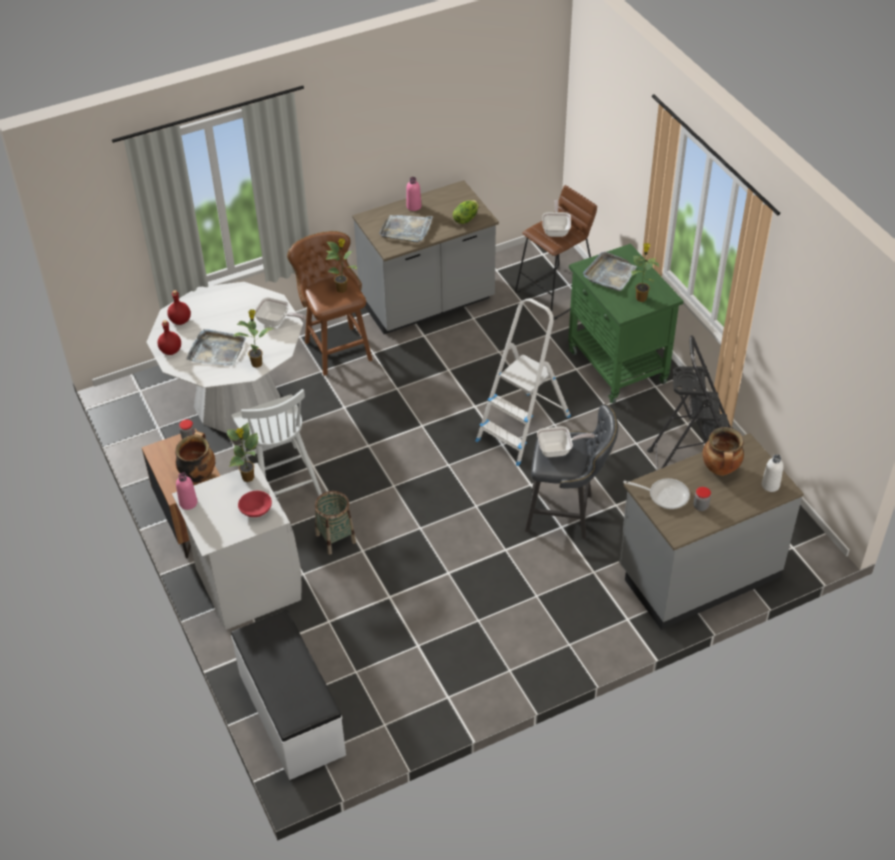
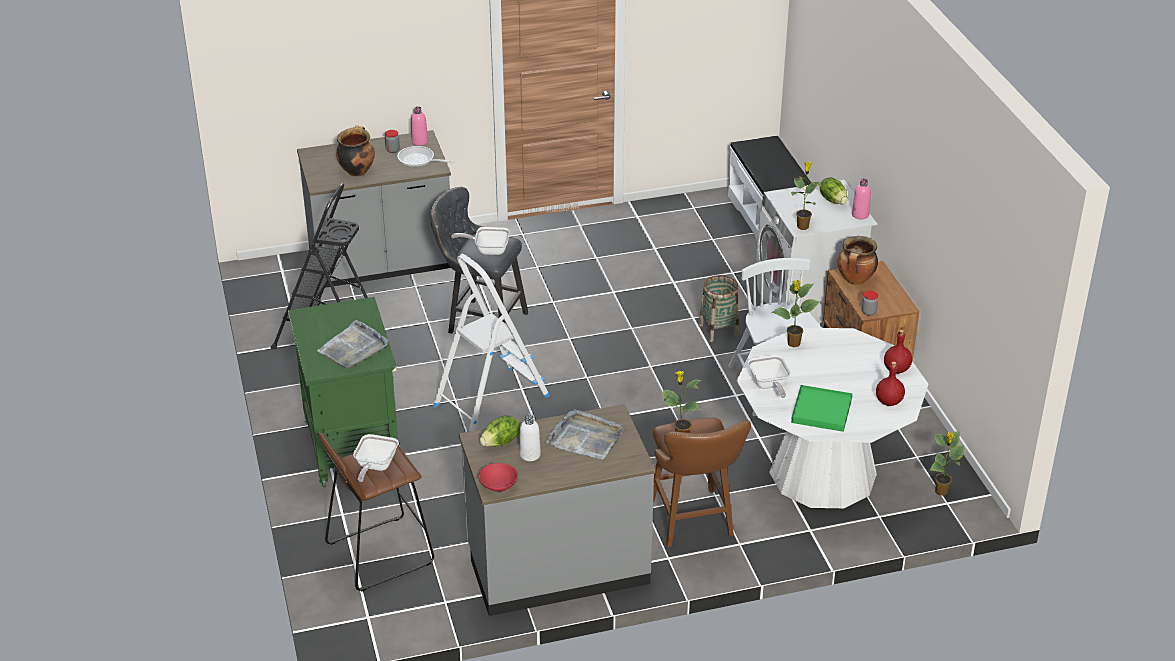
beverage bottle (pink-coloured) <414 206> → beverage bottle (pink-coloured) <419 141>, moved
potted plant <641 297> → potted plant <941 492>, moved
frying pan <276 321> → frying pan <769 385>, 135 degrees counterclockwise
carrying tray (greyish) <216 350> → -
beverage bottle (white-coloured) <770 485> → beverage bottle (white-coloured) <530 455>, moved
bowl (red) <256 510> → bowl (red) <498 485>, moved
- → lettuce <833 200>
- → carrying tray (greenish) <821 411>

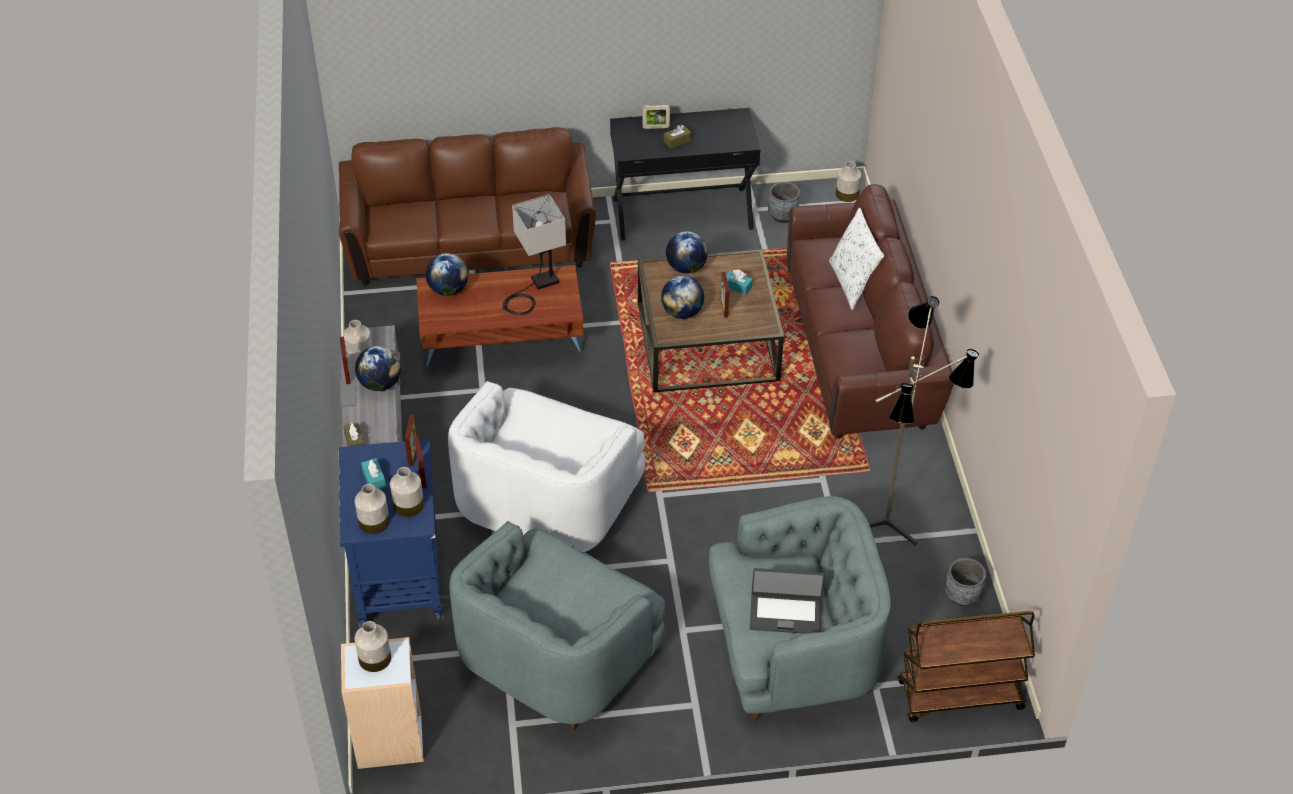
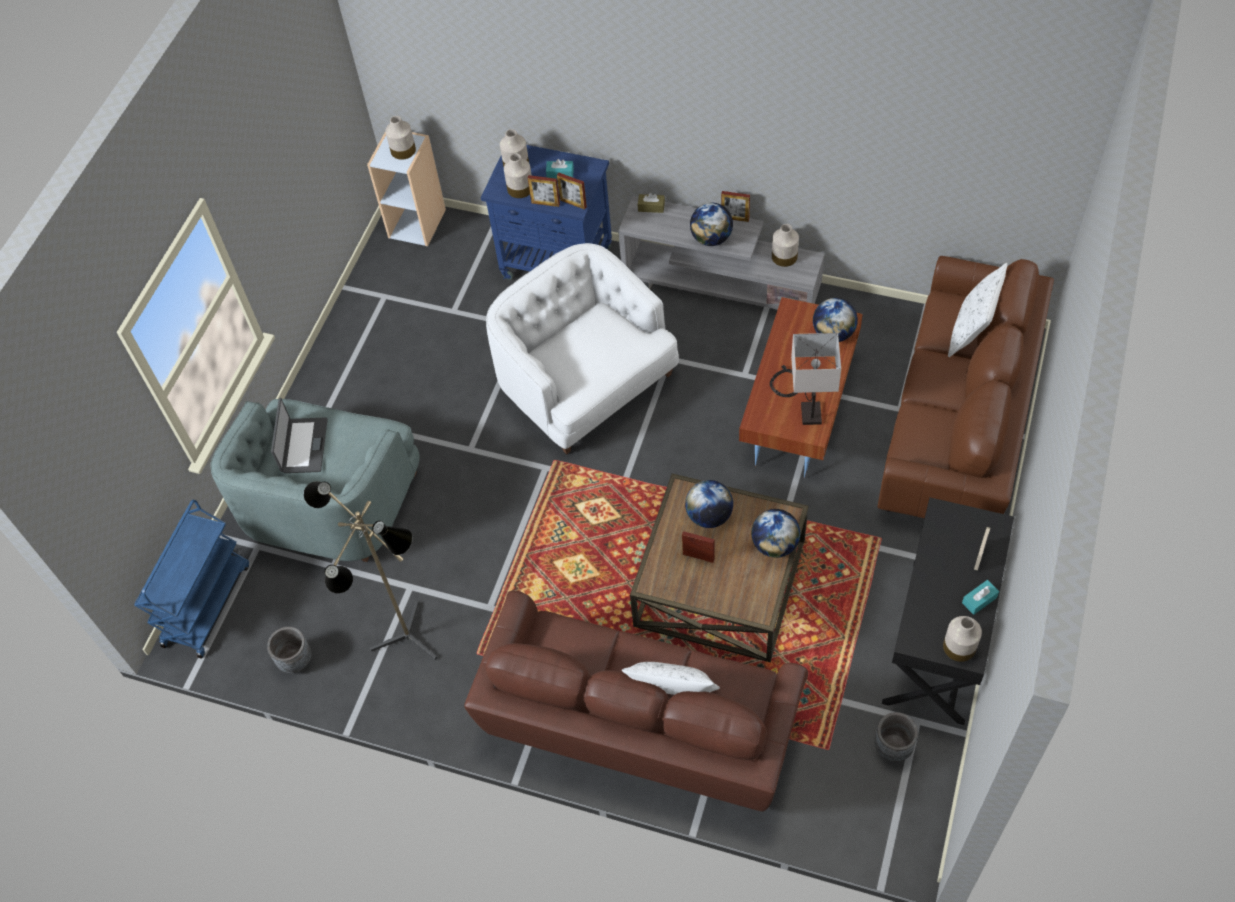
tissue box (brown-coloured) <677 141> → -
flower vase (sand-coloured) <847 194> → flower vase (sand-coloured) <960 646>, moved
tissue box (blue-green) <737 286> → tissue box (blue-green) <979 600>, moved
lounge chair (greyish) <557 655> → -
notebook computer <785 613> → notebook computer <303 446>, 150 degrees clockwise
wheeled cart (brown-coloured) <959 696> → wheeled cart (bluish) <206 604>
- → pillow (white-coloured) <972 332>

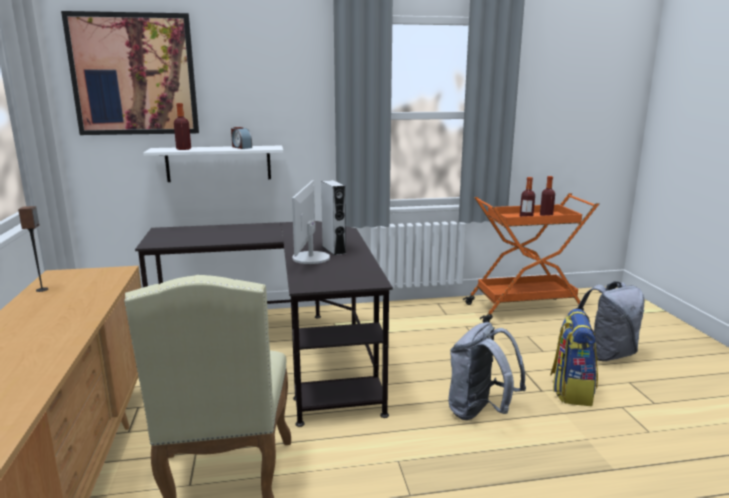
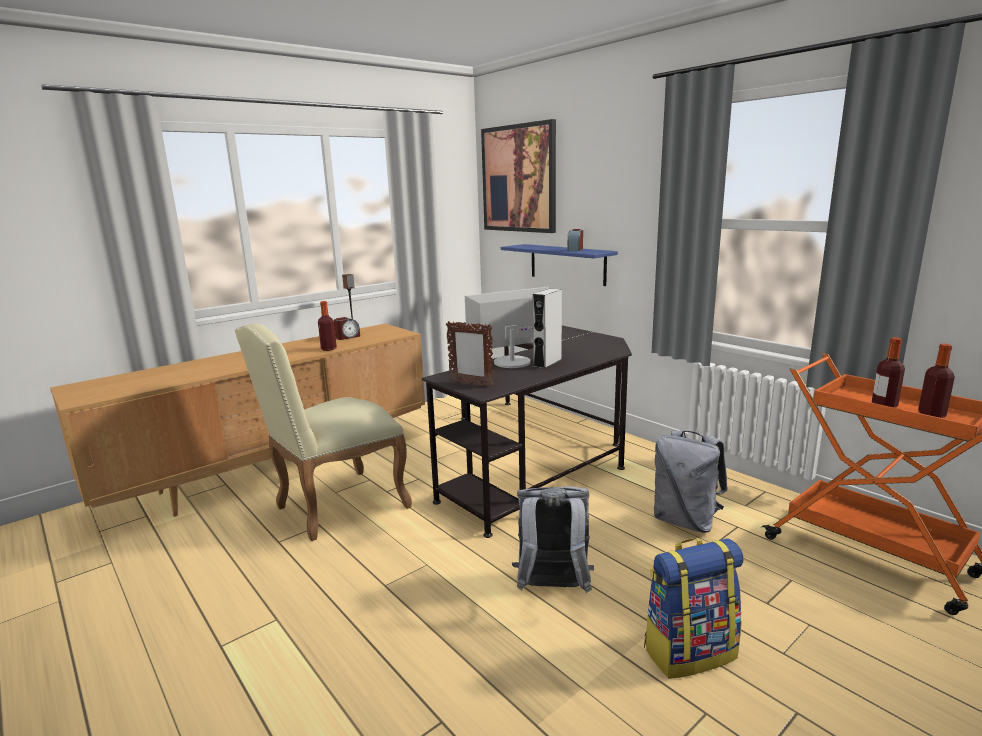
beverage bottle <183 149> → beverage bottle <329 349>, moved
bracket shelf (white-coloured) <218 163> → bracket shelf (bluish) <567 264>
backpack (greyish) <606 354> → backpack (greyish) <685 521>, moved
- → alarm clock <347 337>
- → picture frame <471 383>

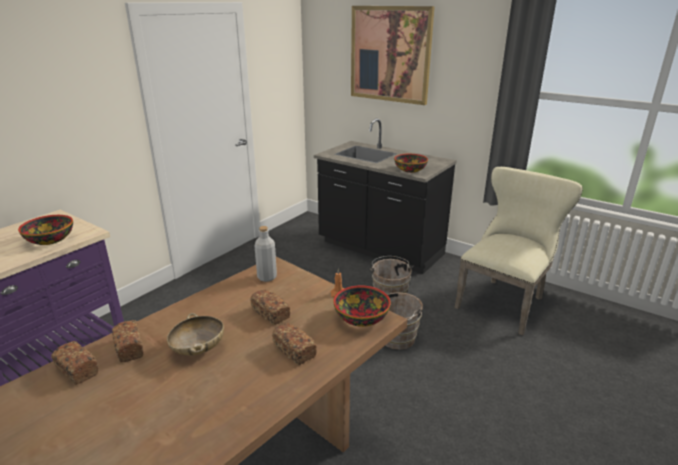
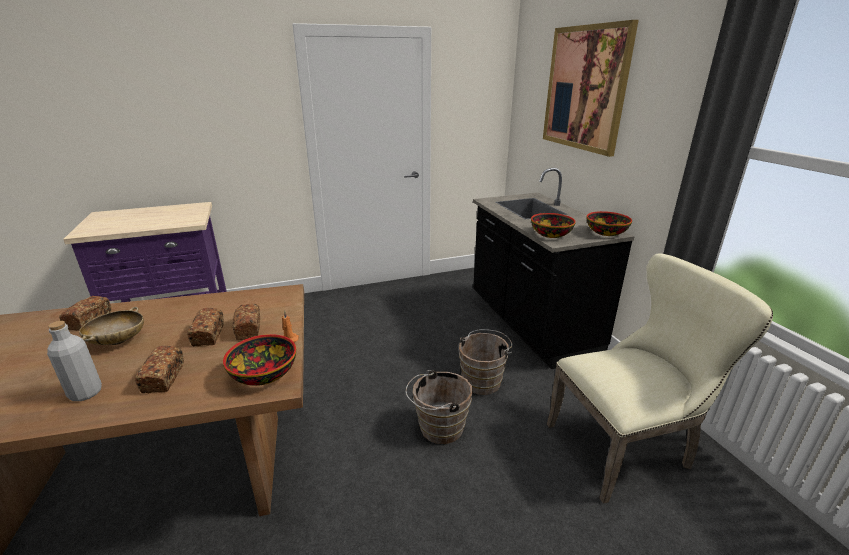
bowl <51 239> → bowl <606 232>, moved
beverage bottle (greyish) <267 277> → beverage bottle (greyish) <85 393>, moved
bakery bread <77 370> → bakery bread <248 329>, moved

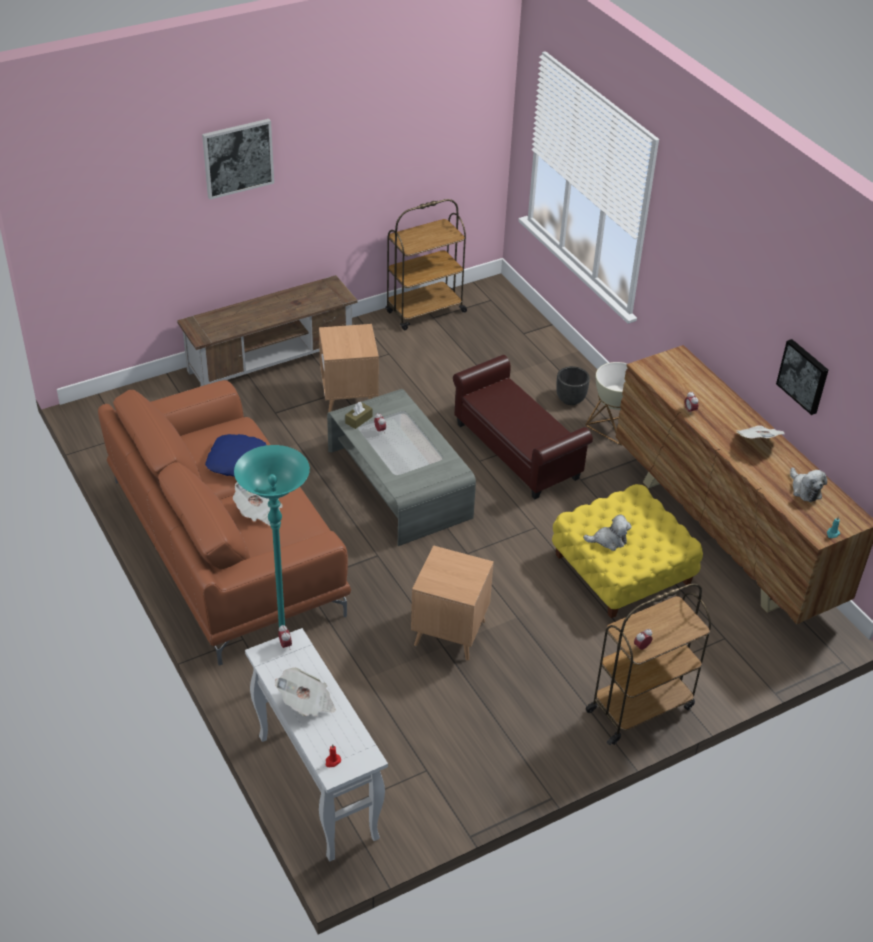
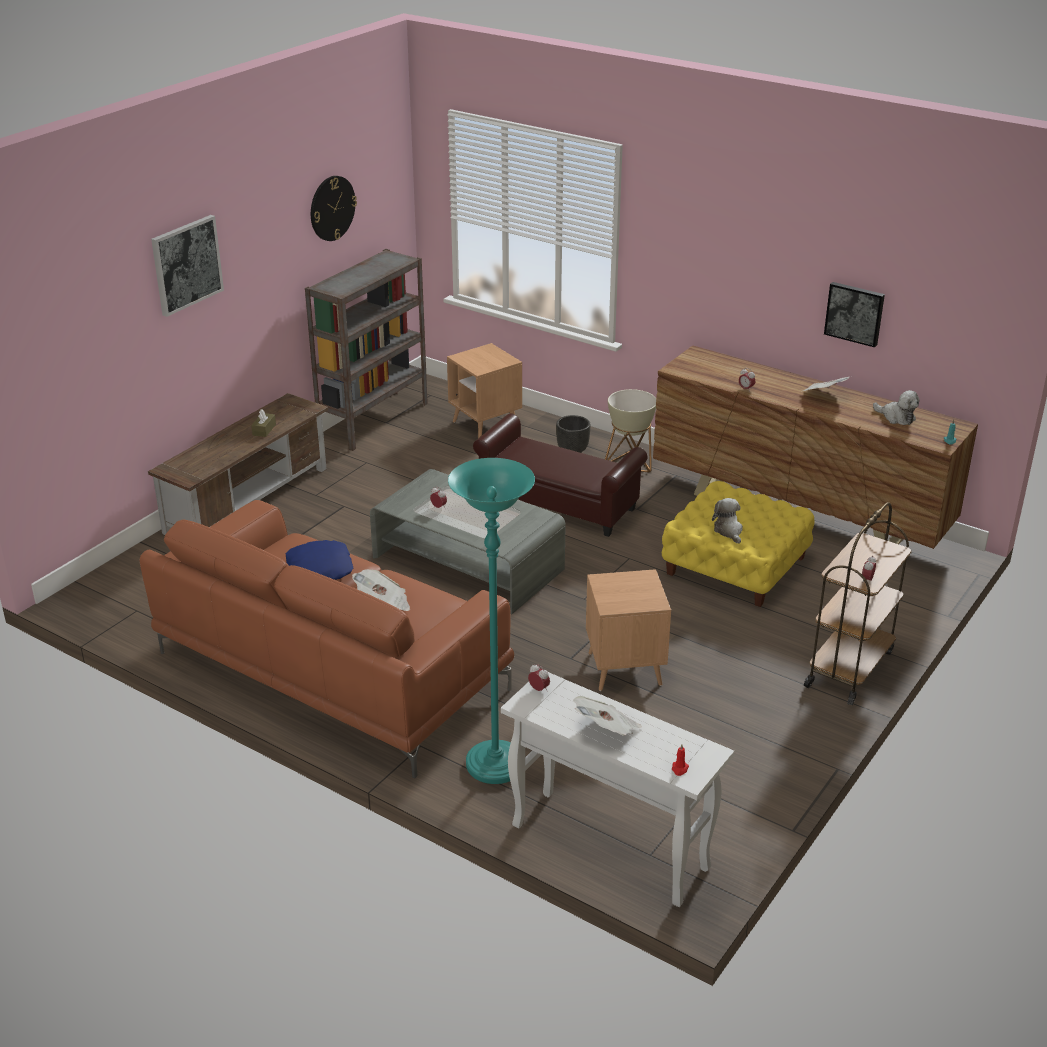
wheeled cart (brown-coloured) <424 312> → bookcase (greyish) <373 420>
end table (brown-coloured) <349 399> → end table (brown-coloured) <485 425>, moved
tissue box (brown-coloured) <358 420> → tissue box (brown-coloured) <264 430>, moved
plush toy <609 540> → plush toy <729 531>, 75 degrees counterclockwise
- → hanging clock <332 208>

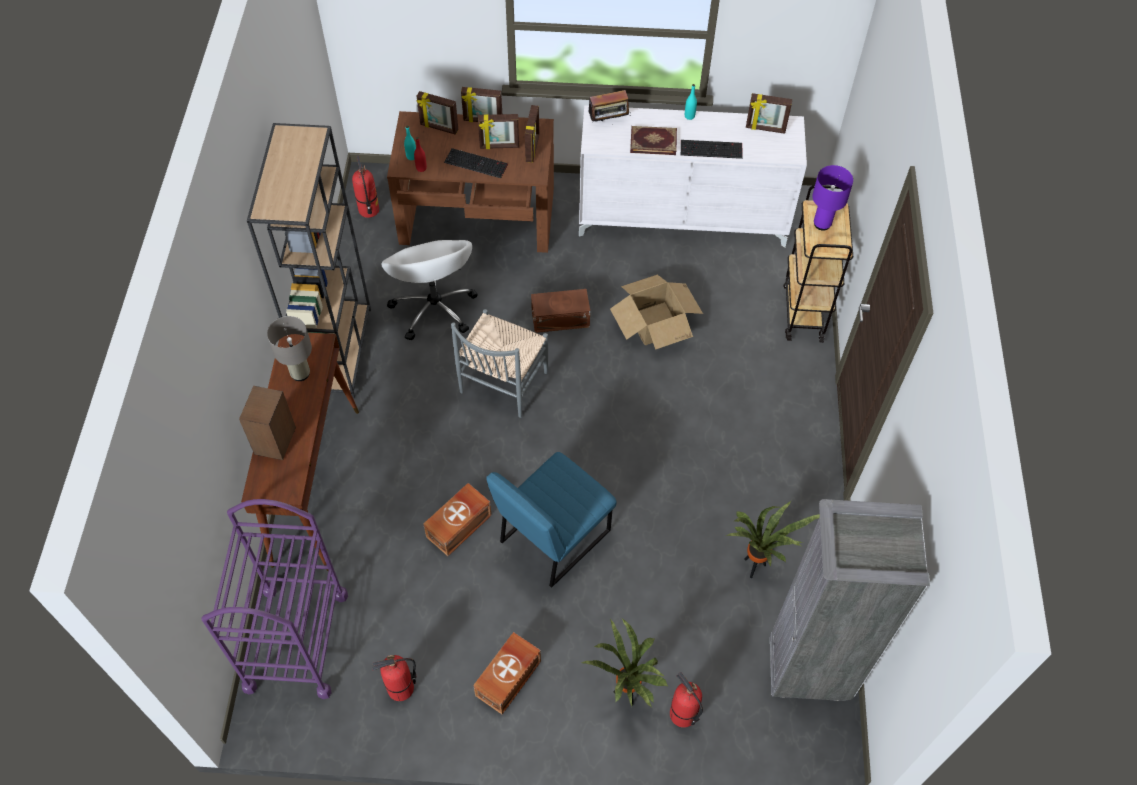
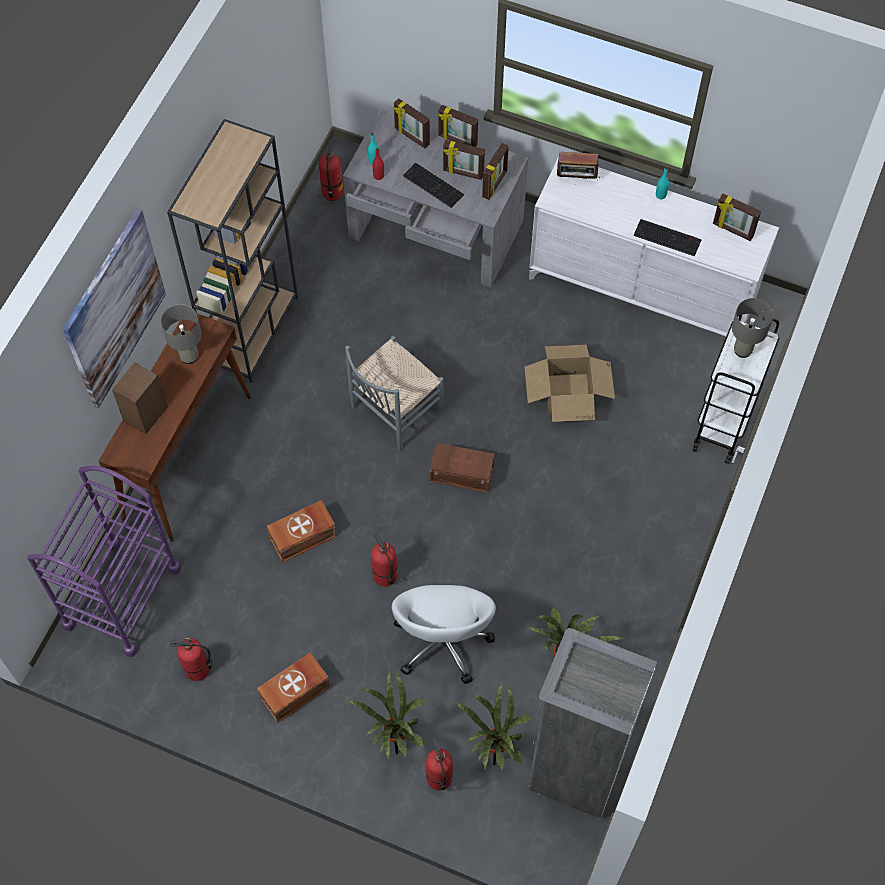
desk unit (brown-coloured) <478 223> → desk unit (greyish) <434 236>
bound book <653 141> → -
lamp for a table (purple) <822 224> → lamp for a table (greyish) <743 350>
wheeled cart (brown-coloured) <803 313> → wheeled cart (white-coloured) <723 427>
computer chair (white-coloured) <435 311> → computer chair (white-coloured) <443 645>, moved
storage bin (brown-coloured) <559 318> → storage bin (brown-coloured) <461 473>, moved
chair (bluish) <552 537> → extinguisher <384 575>
- → wall picture <114 309>
- → potted plant <494 754>

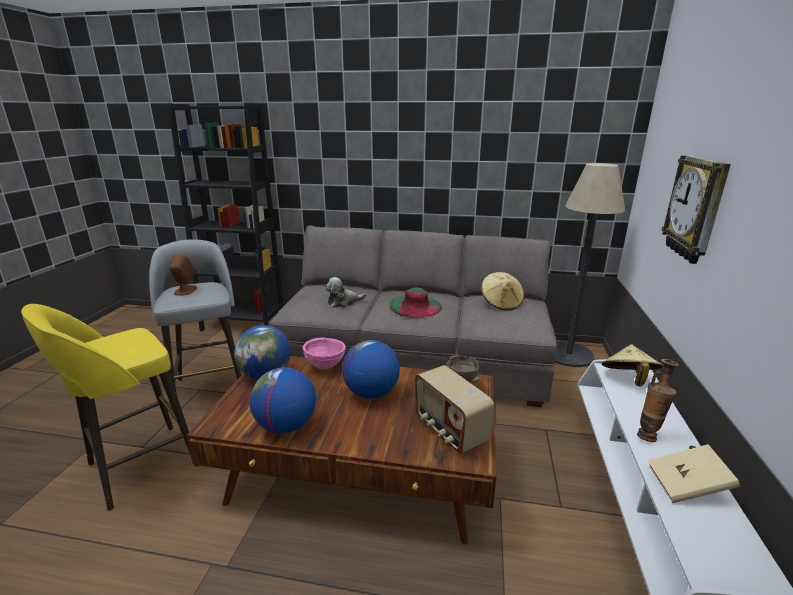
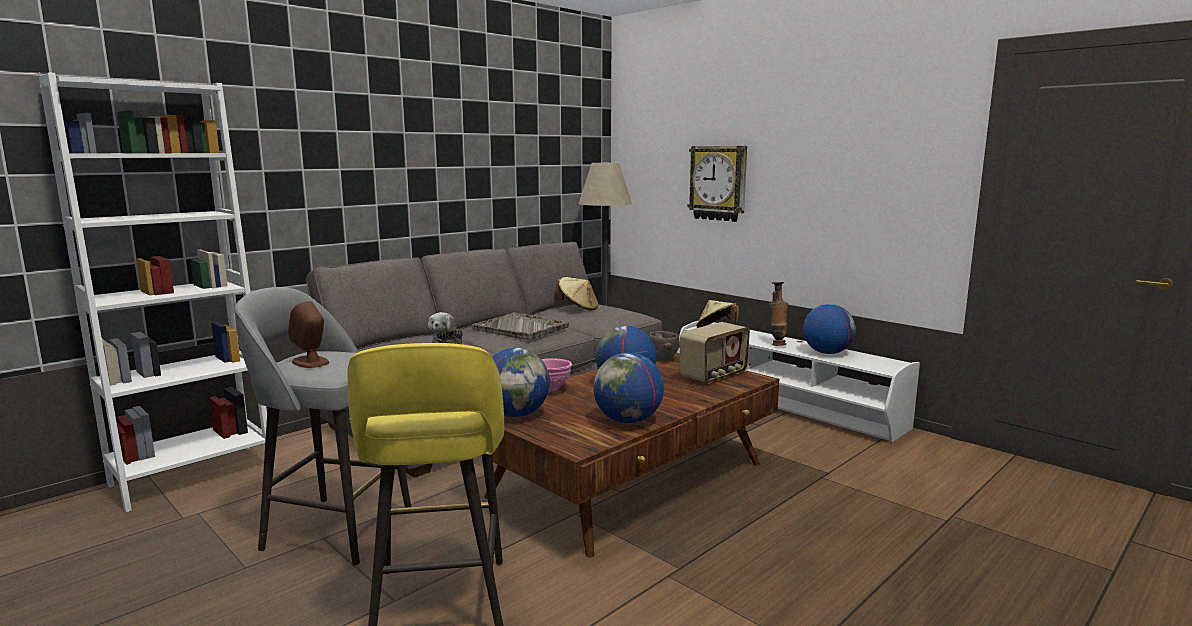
bookcase (black-coloured) <243 324> → bookcase (white-coloured) <193 476>
hat (greenish) <415 306> → carrying tray (greyish) <521 328>
radio set <449 430> → radio set <714 376>, 45 degrees counterclockwise
bound book (sand-coloured) <687 486> → desk globe <827 353>

